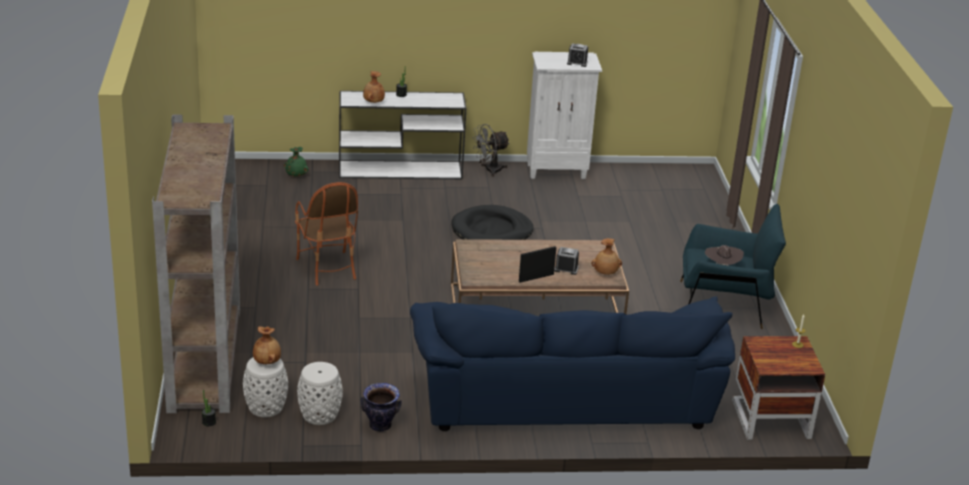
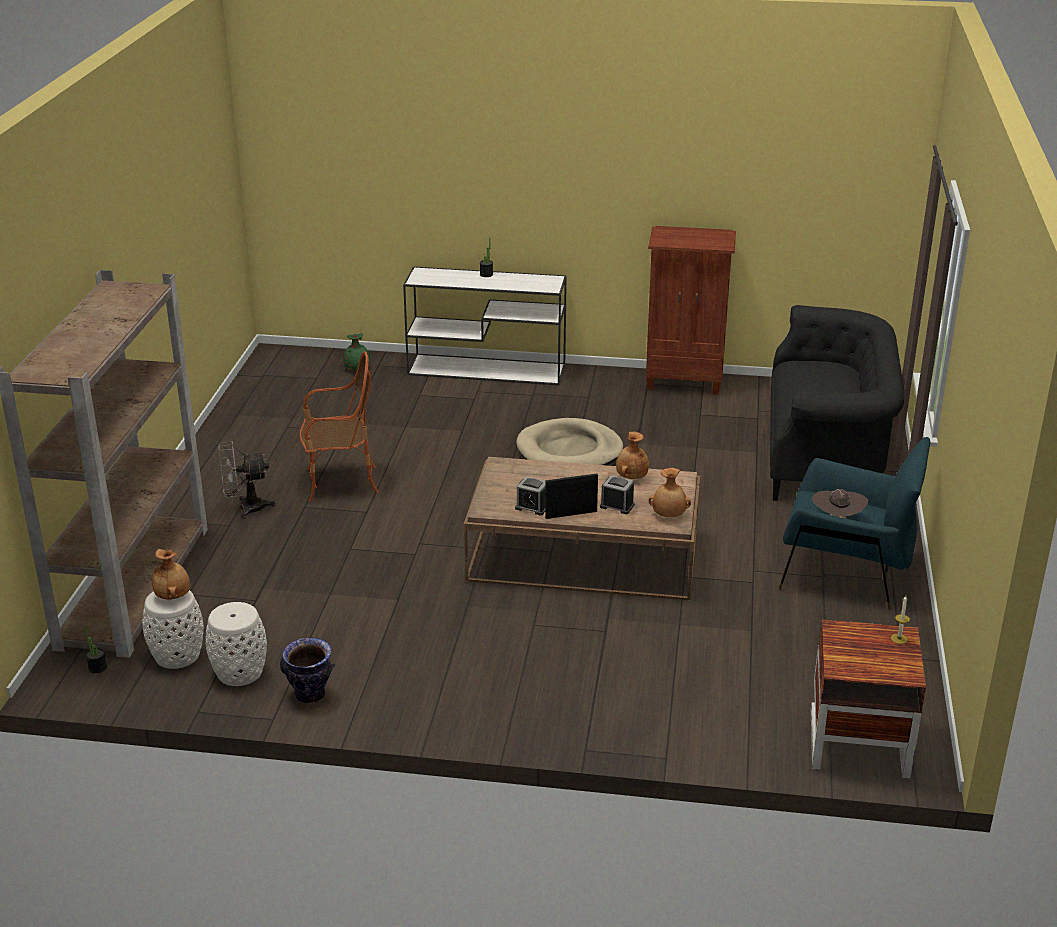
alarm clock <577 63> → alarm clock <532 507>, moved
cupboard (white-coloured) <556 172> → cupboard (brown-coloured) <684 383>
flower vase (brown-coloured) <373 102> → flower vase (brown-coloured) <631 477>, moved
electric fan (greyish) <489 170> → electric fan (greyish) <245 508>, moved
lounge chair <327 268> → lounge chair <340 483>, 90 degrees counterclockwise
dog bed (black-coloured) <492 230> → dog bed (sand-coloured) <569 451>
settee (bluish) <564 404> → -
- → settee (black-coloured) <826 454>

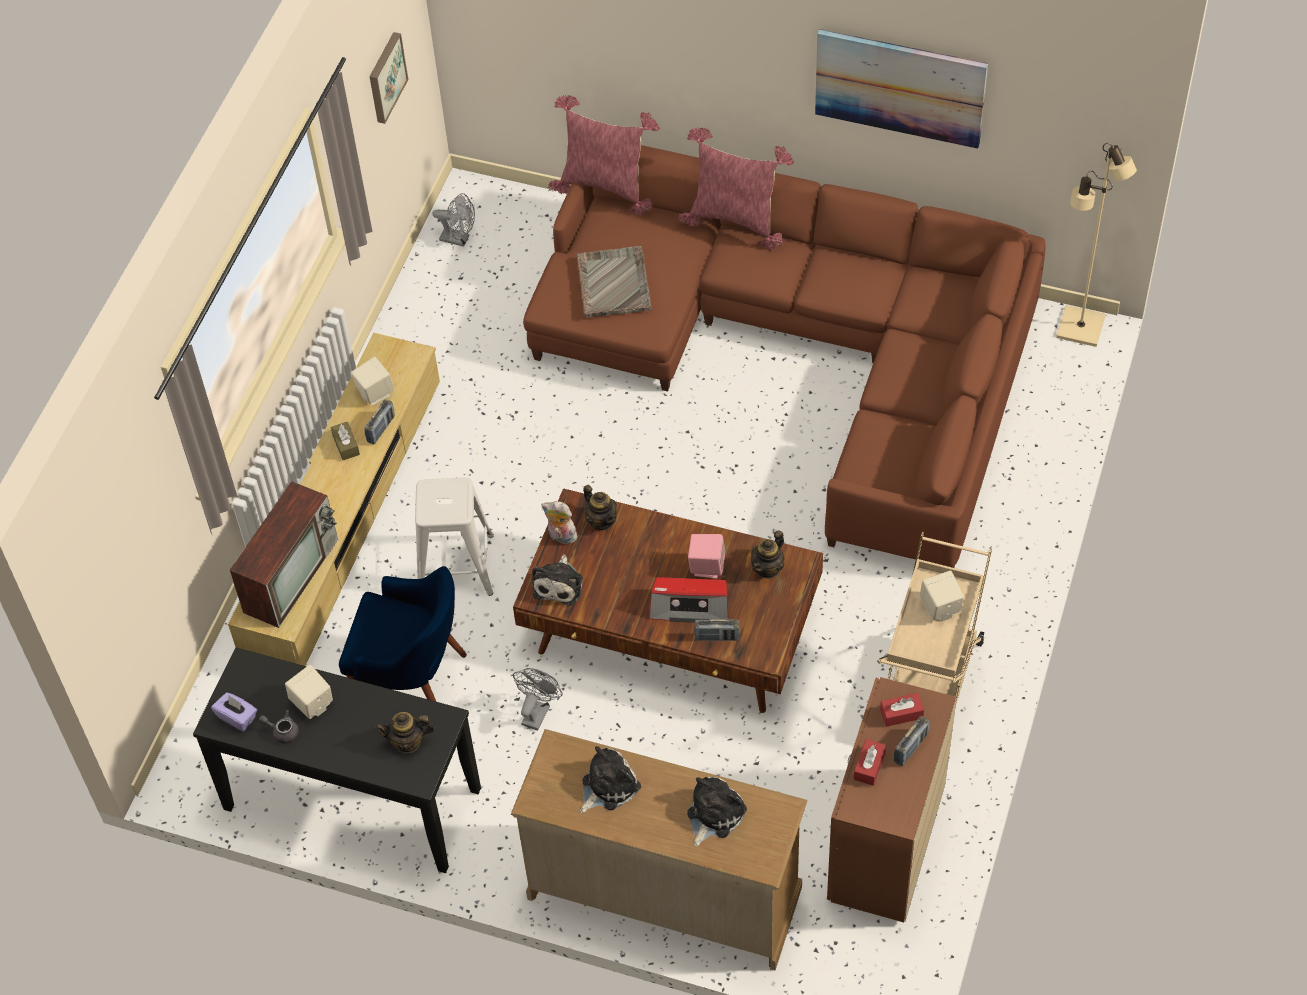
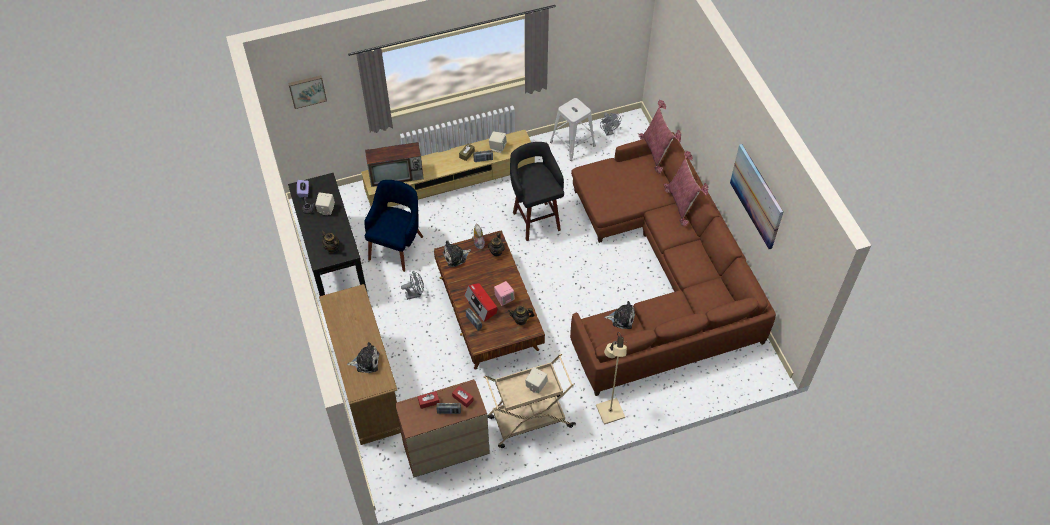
wall picture <385 77> → wall picture <307 90>, moved
standing lamp (sand-coloured) <1080 327> → standing lamp (sand-coloured) <610 411>, moved
carrying tray (greyish) <613 282> → -
stool (white-coloured) <455 566> → stool (white-coloured) <572 144>, moved
lounge chair (bluish) <411 681> → lounge chair (bluish) <397 246>, 135 degrees counterclockwise
plush toy <607 786> → plush toy <621 318>, moved
- → stool (black-coloured) <535 219>

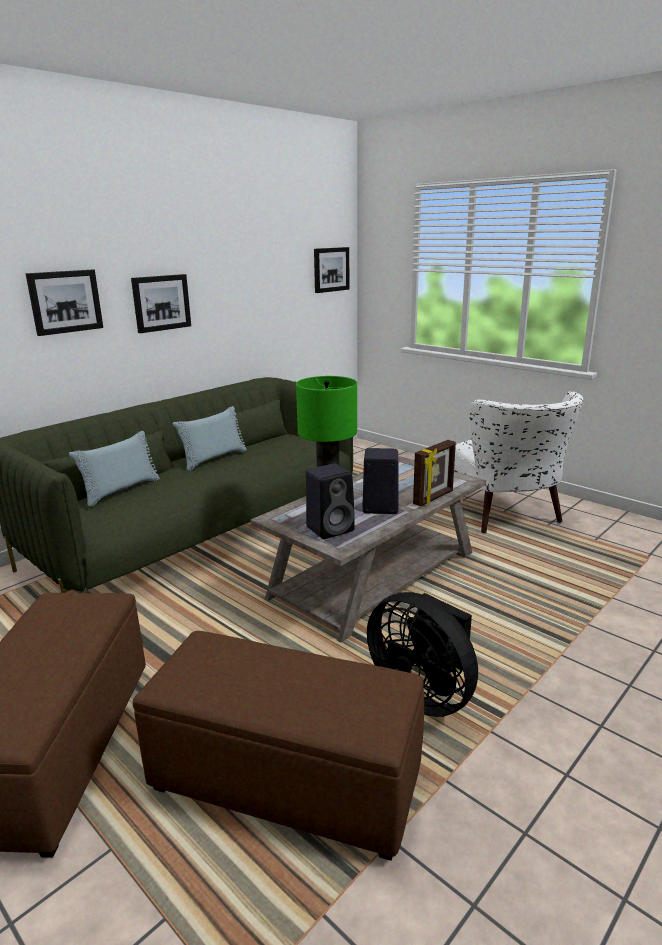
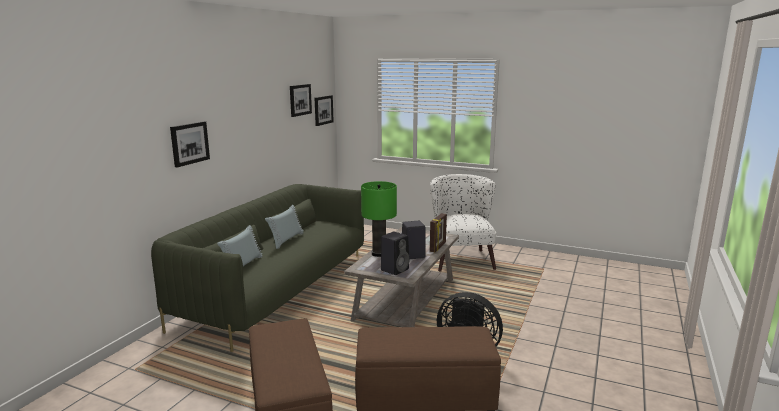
wall picture <161 303> → wall picture <300 100>, moved
lounge chair (white-coloured) <507 516> → lounge chair (white-coloured) <460 257>, 150 degrees counterclockwise

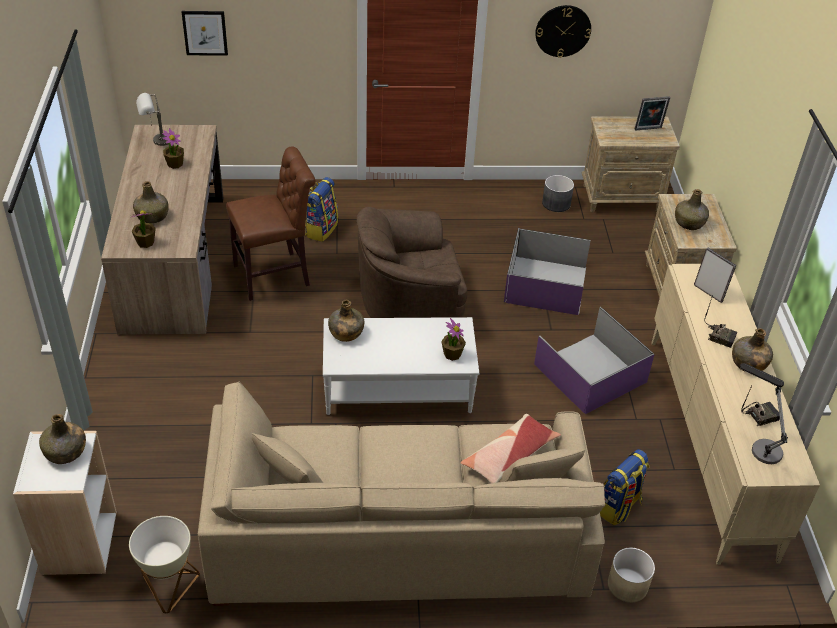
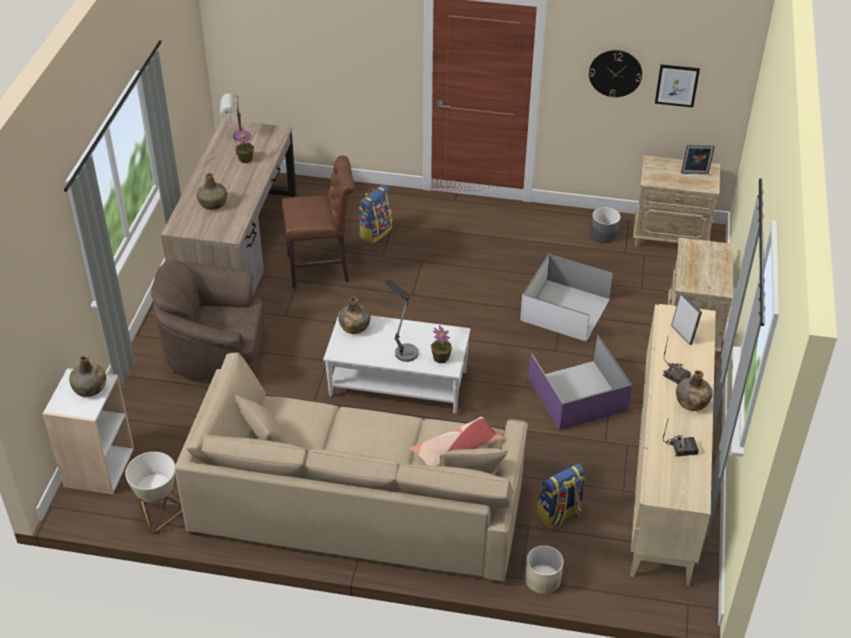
wall picture <205 32> → wall picture <677 85>, moved
beverage bottle (greenish) <689 223> → -
lounge chair (brown-coloured) <409 303> → lounge chair (brown-coloured) <216 354>, moved
potted plant <145 242> → -
storage bin (purple) <545 285> → storage bin (white-coloured) <565 310>
lamp for a table <758 447> → lamp for a table <402 349>, moved

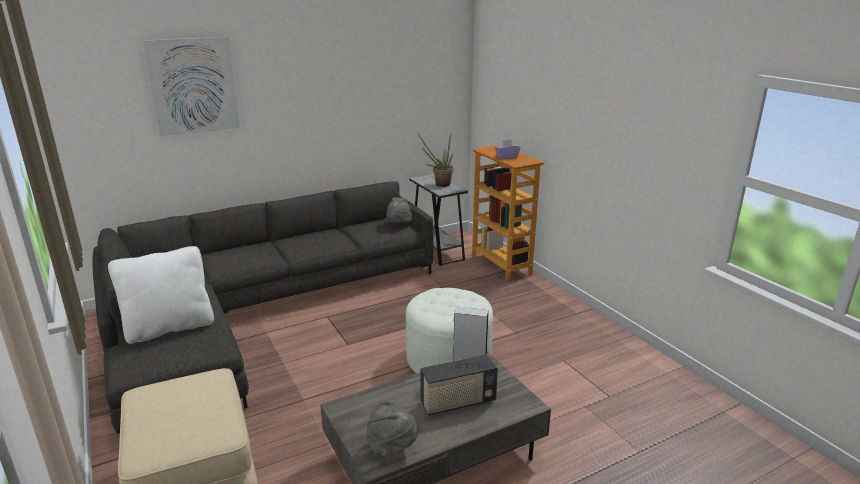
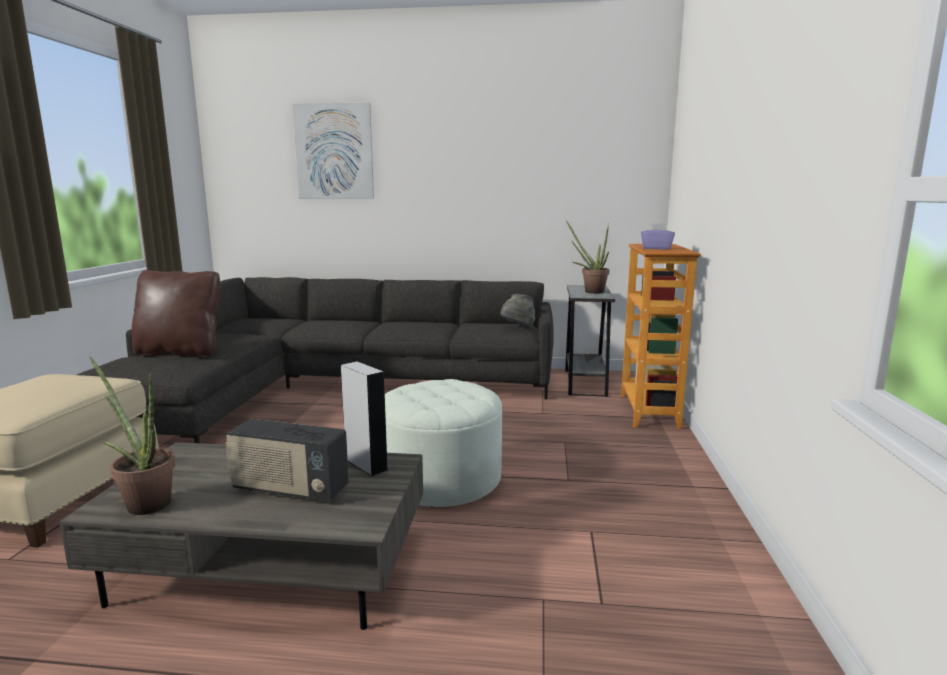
pillow (white-coloured) <169 328> → pillow (brown-coloured) <180 352>
hat (greyish) <392 448> → potted plant <144 502>

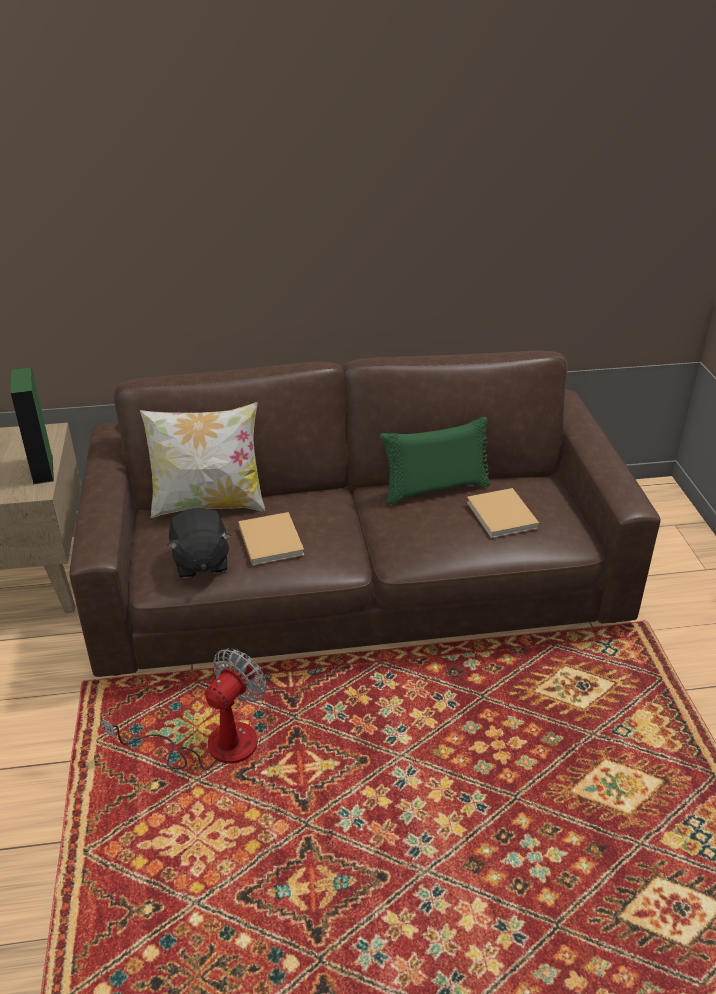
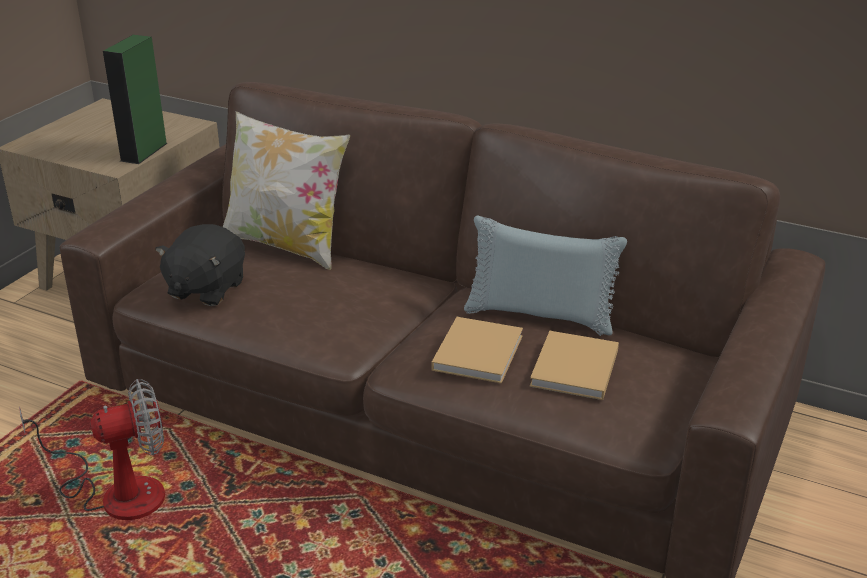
pillow (greenish) <435 489> → pillow (bluish) <540 316>
bound book (sand-coloured) <270 539> → bound book (sand-coloured) <479 351>, moved

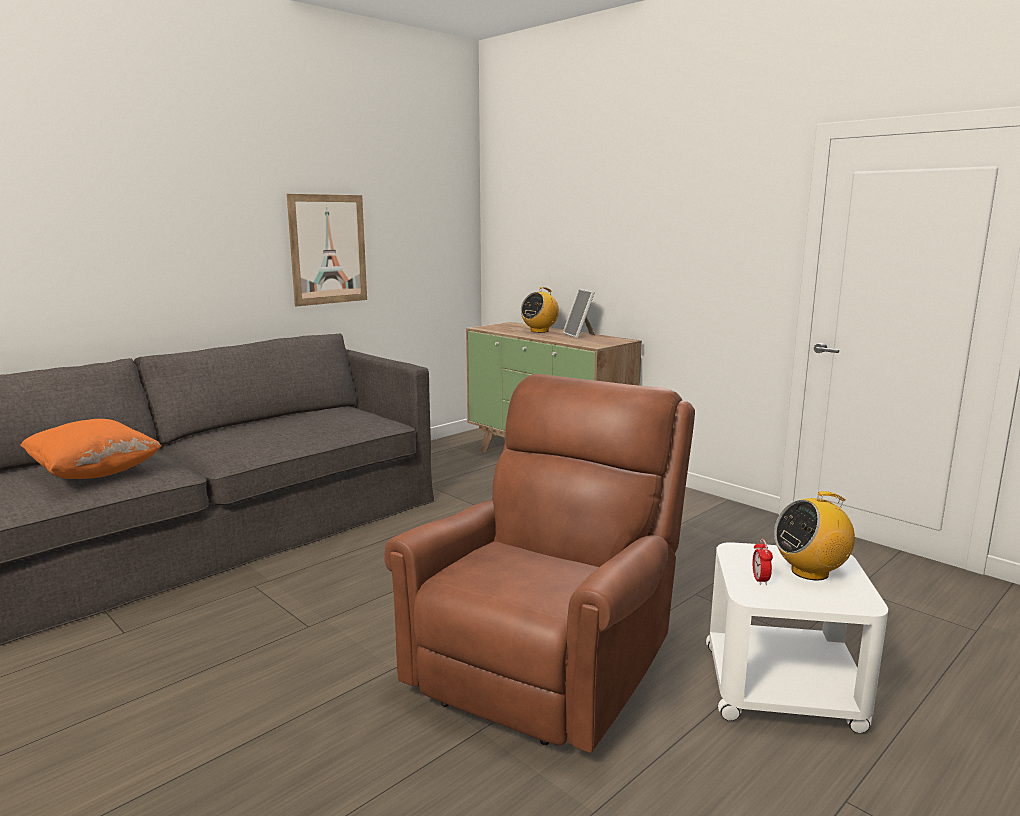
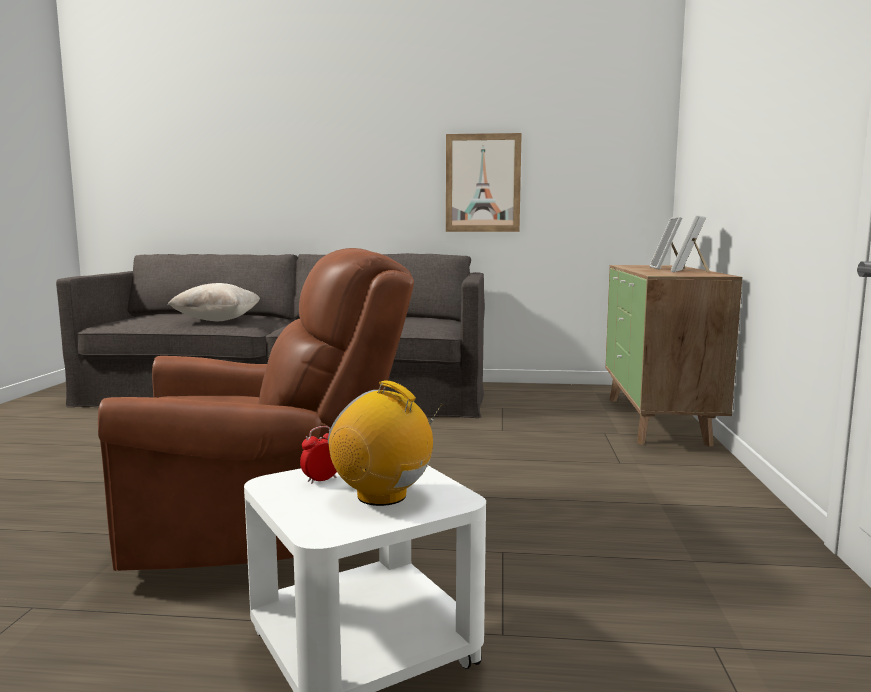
radio set <539 331> → picture frame <666 268>
pillow (orangey) <94 474> → pillow (sand-coloured) <217 320>

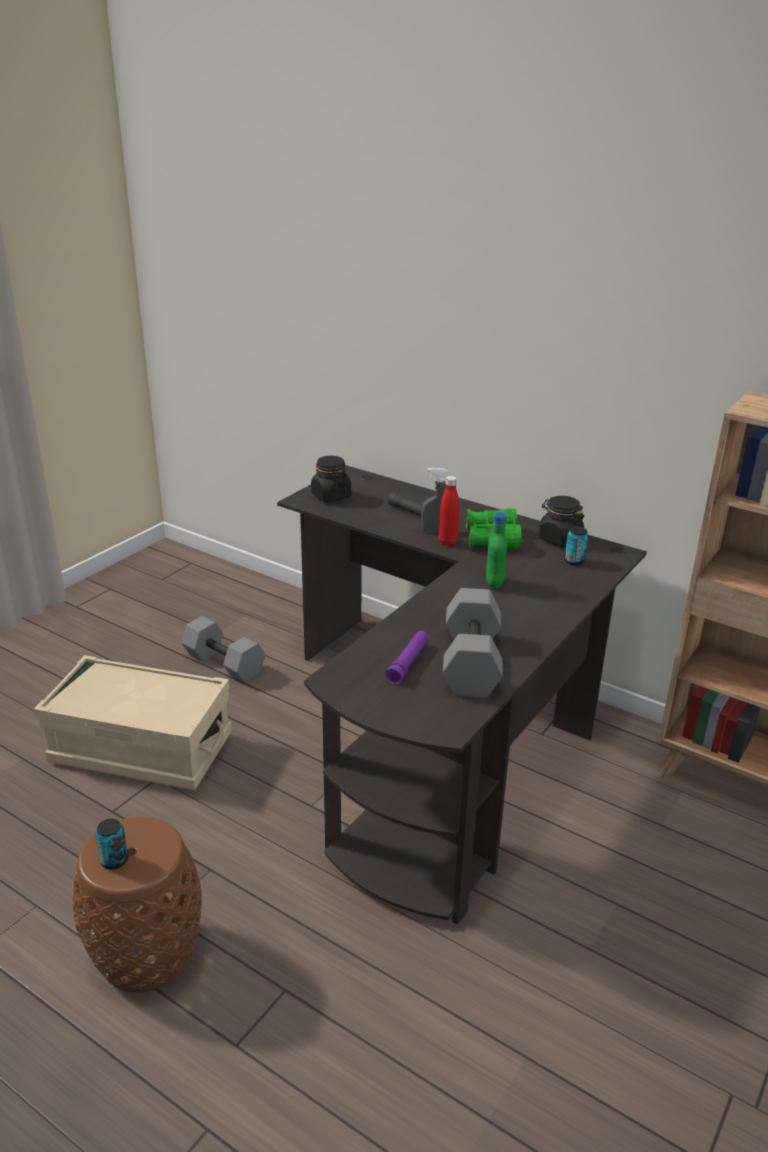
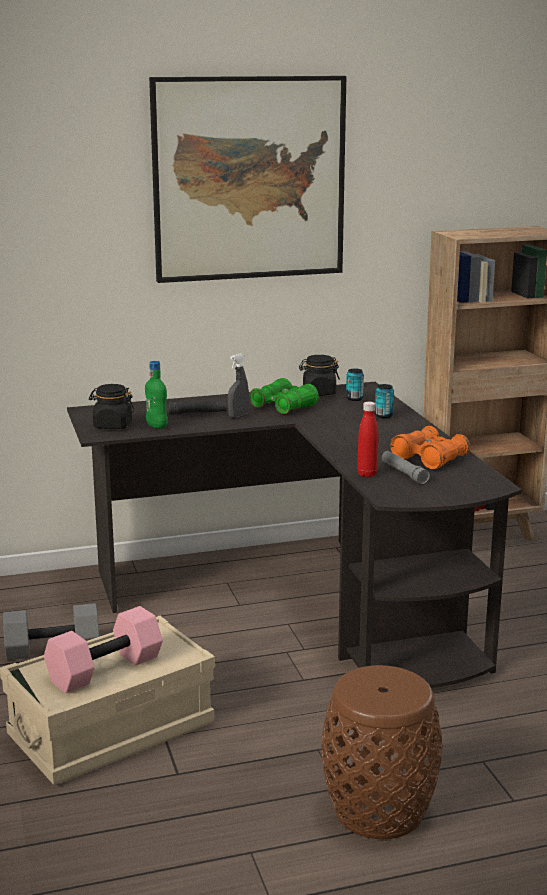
beverage bottle (red) <447 542> → beverage bottle (red) <367 474>, moved
beverage bottle (greenish) <494 583> → beverage bottle (greenish) <157 426>, moved
dumbbell (greyish) <469 661> → binoculars (orangey) <429 458>
torch (purple) <408 663> → torch (greyish) <404 473>
can <114 861> → can <383 415>, moved
- → wall picture <249 179>
- → dumbbell (pink-coloured) <105 668>

